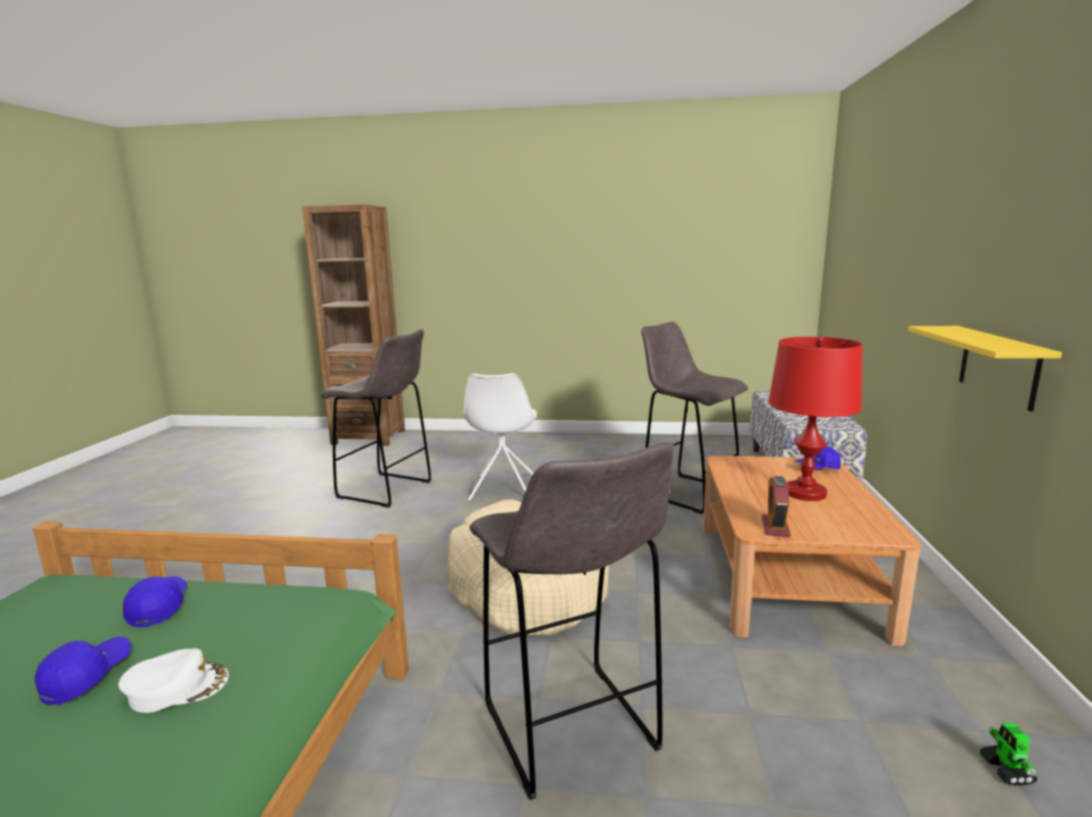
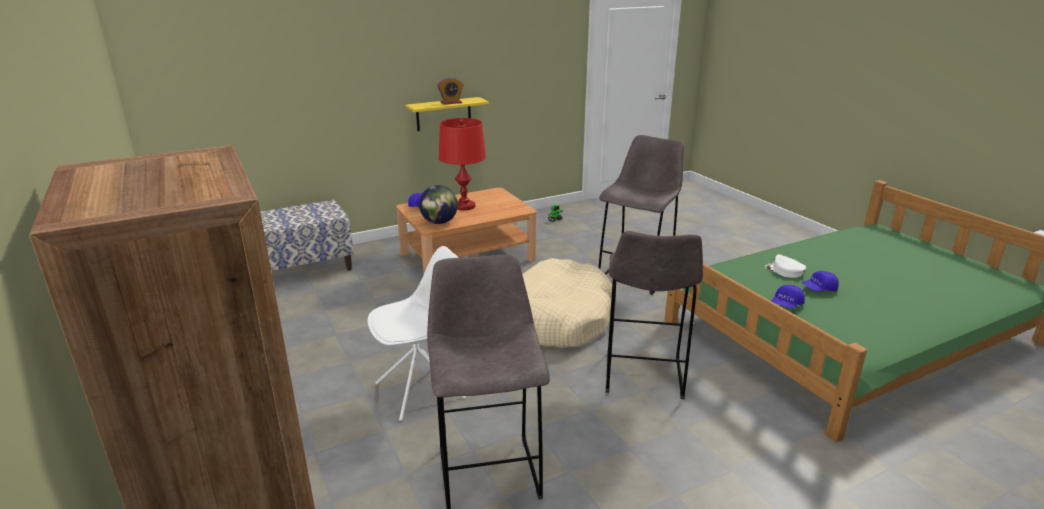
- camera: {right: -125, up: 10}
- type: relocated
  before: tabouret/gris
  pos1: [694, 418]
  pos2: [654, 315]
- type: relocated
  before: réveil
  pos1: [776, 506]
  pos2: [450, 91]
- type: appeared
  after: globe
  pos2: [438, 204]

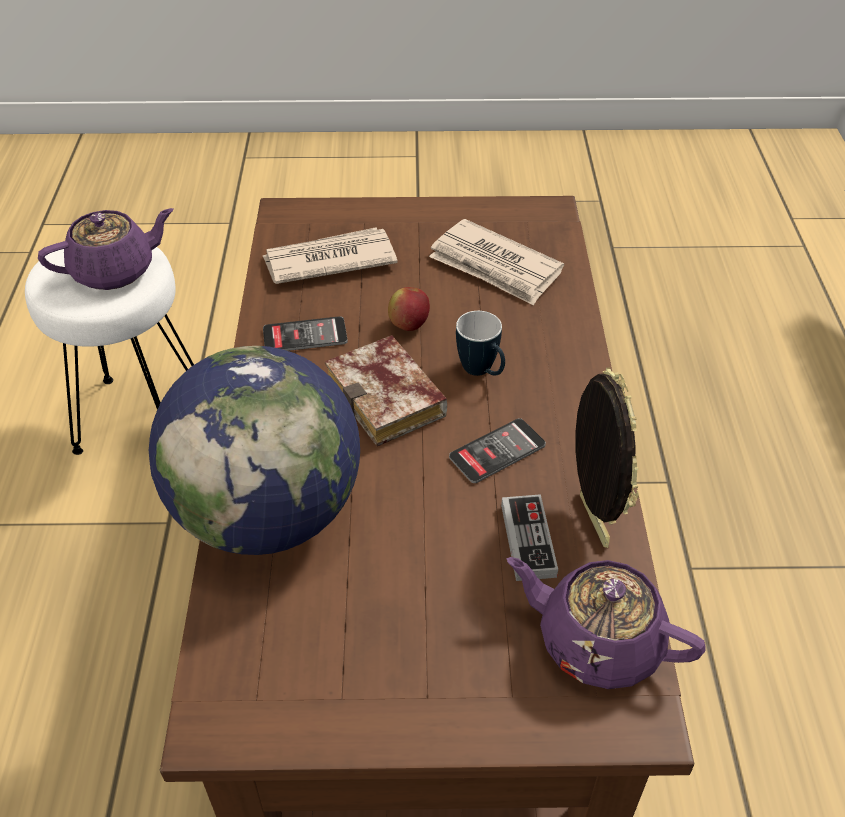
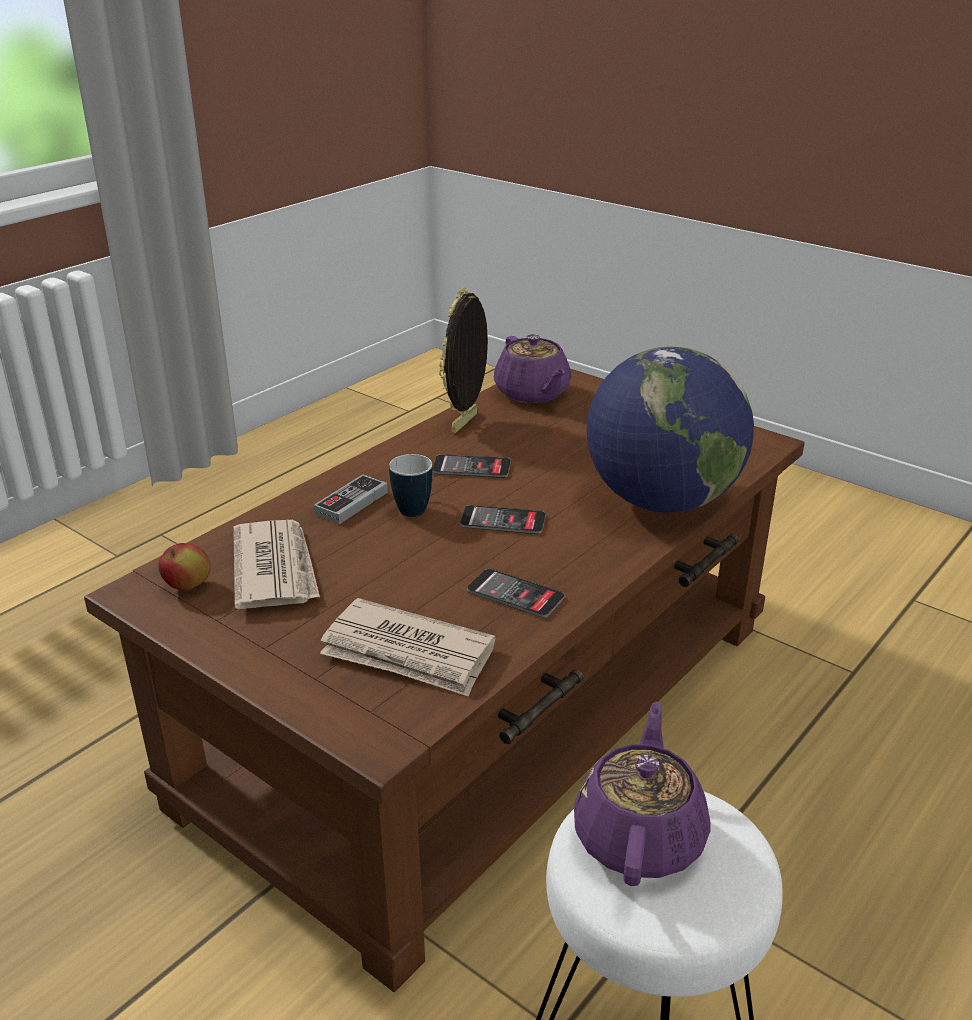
- camera: {right: -140, up: -15}
- type: spun
  before: théière/violet
  pos1: [106, 249]
  pos2: [642, 794]
  turn: 90
- type: relocated
  before: pomme
  pos1: [409, 309]
  pos2: [184, 567]
- type: exchanged
  before: livre
  after: téléphone
  pos1: [386, 390]
  pos2: [503, 519]
- type: relocated
  before: manette
  pos1: [529, 537]
  pos2: [351, 499]

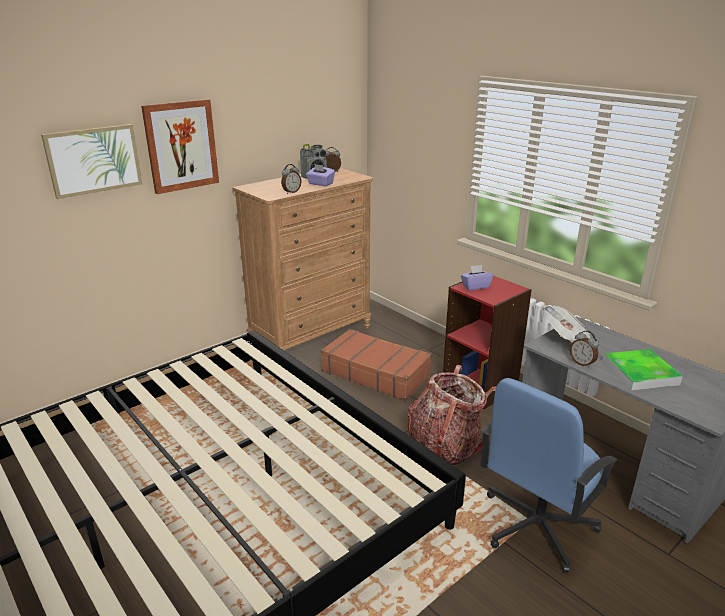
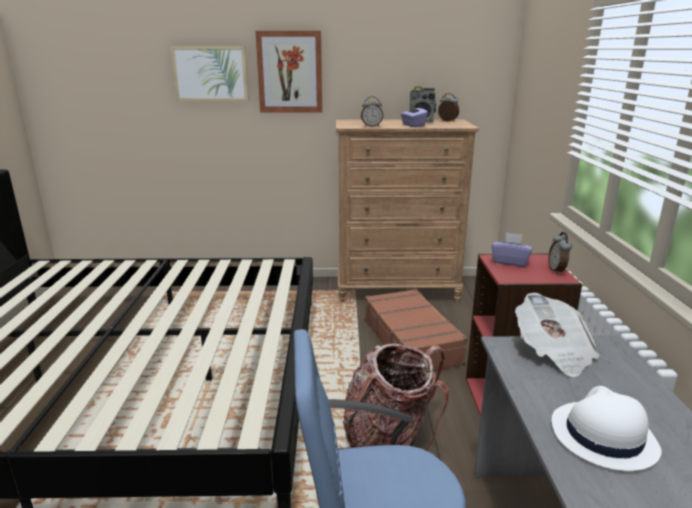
- camera: {right: 40, up: -5}
- type: relocated
  before: réveil
  pos1: [584, 349]
  pos2: [560, 253]
- type: exchanged
  before: plateau
  after: chapeau/blanc
  pos1: [643, 369]
  pos2: [607, 428]

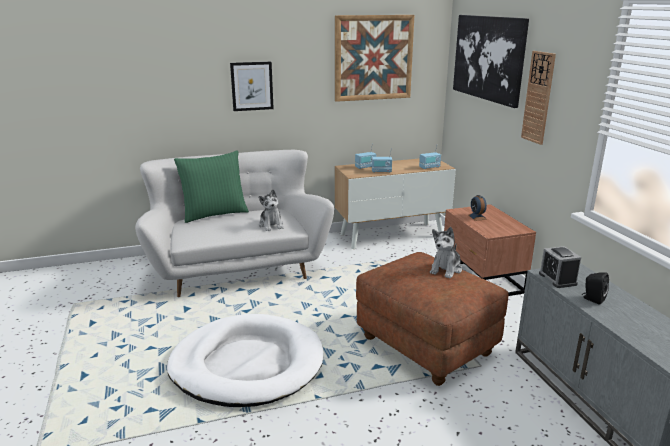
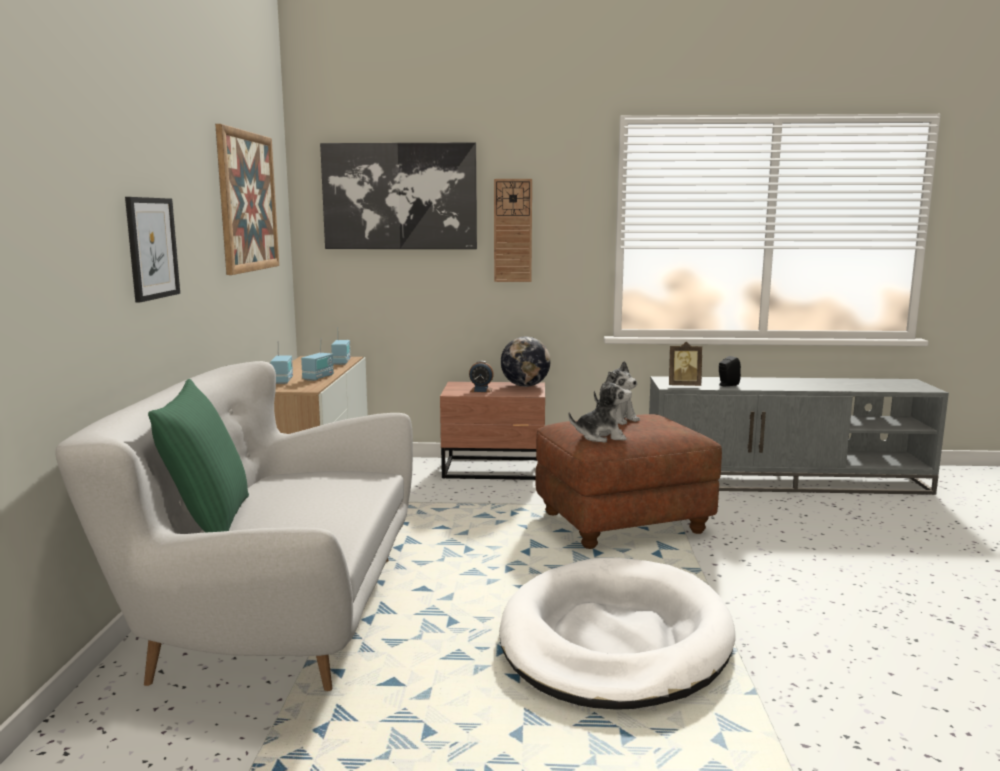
- camera: {right: -70, up: -10}
- type: relocated
  before: peluche
  pos1: [270, 210]
  pos2: [600, 407]
- type: exchanged
  before: réveil
  after: cadre photo
  pos1: [560, 267]
  pos2: [685, 364]
- type: appeared
  after: globe
  pos2: [525, 362]

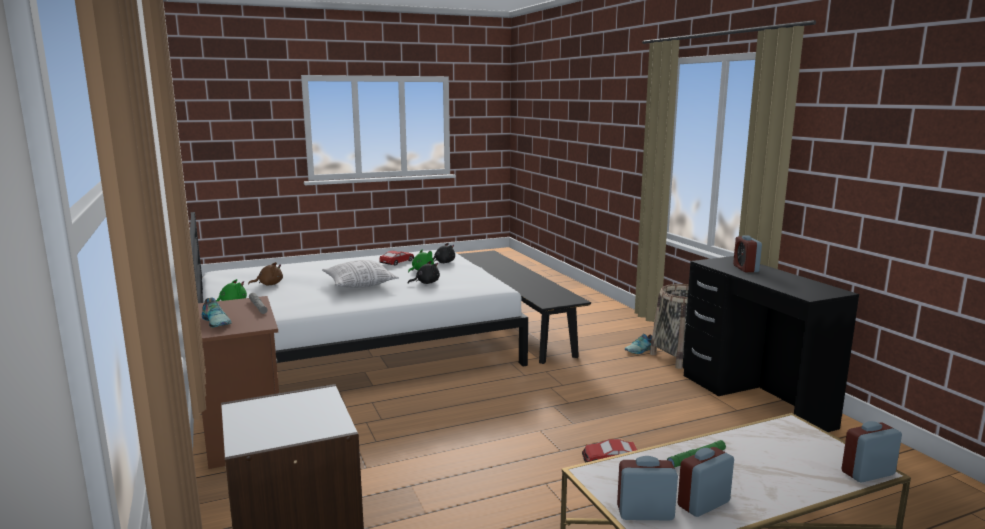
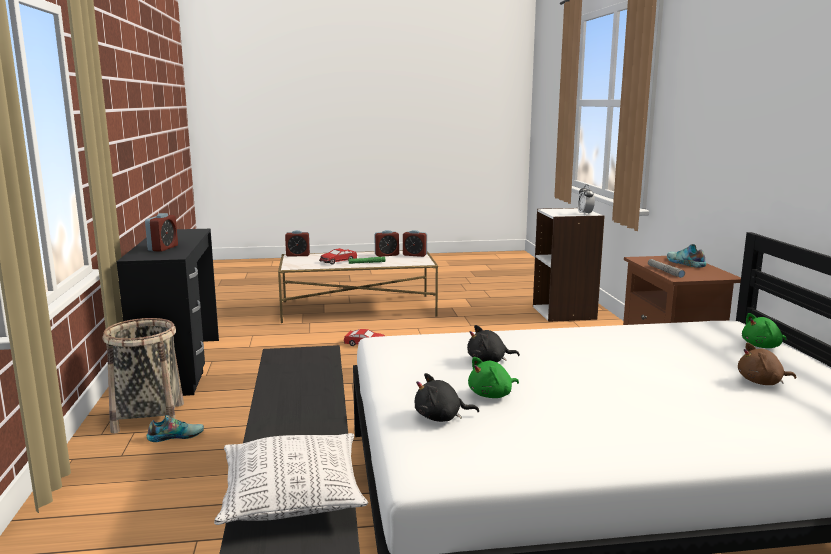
- camera: {right: -165, up: 0}
- type: relocated
  before: petite voiture
  pos1: [397, 258]
  pos2: [338, 256]
- type: relocated
  before: coussin
  pos1: [360, 274]
  pos2: [291, 479]
- type: appeared
  after: réveil
  pos2: [586, 200]

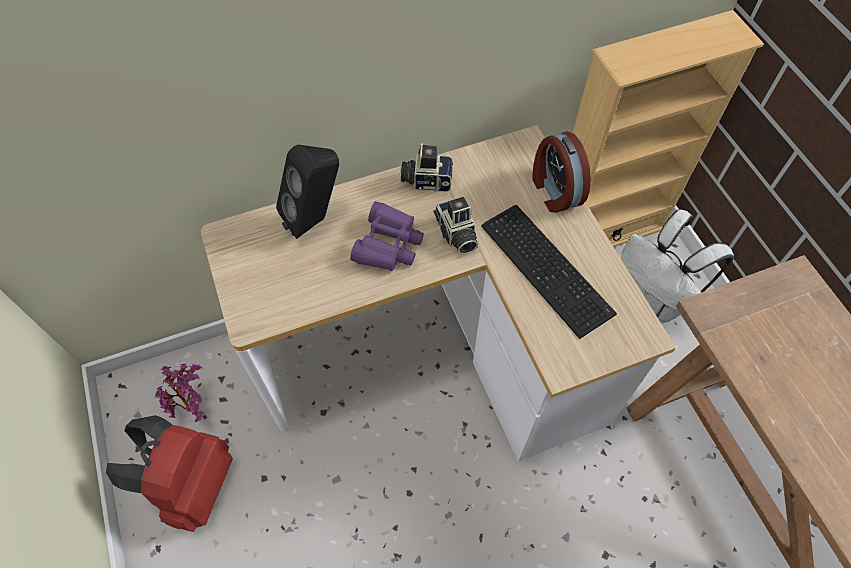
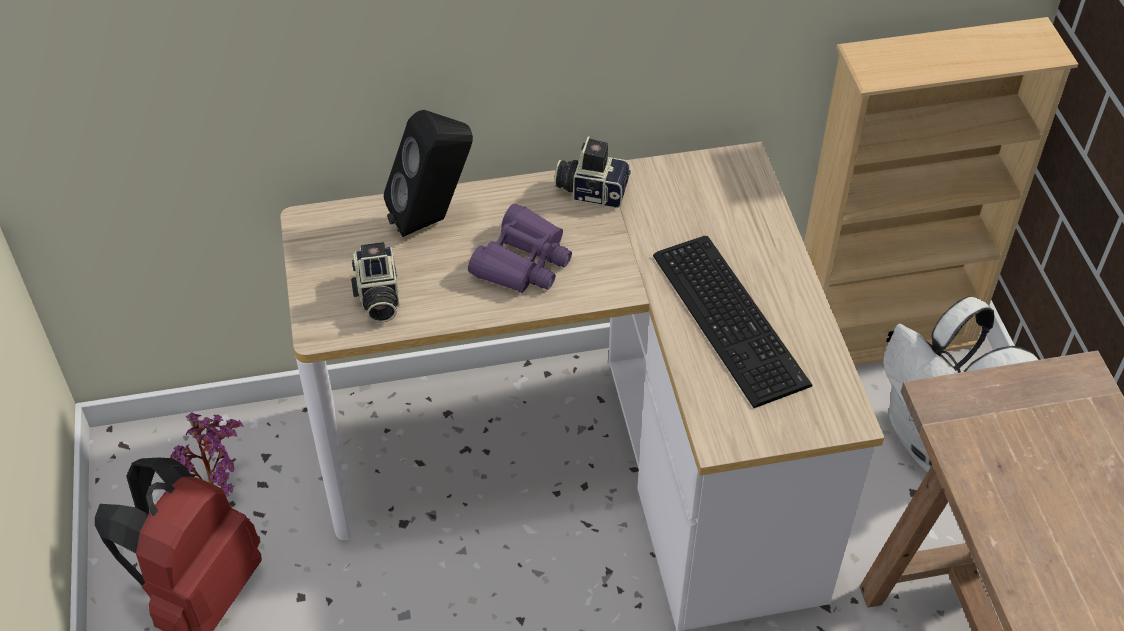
- camera: {right: 10, up: -10}
- type: missing
  before: réveil
  pos1: [561, 172]
- type: relocated
  before: appareil photo
  pos1: [456, 225]
  pos2: [375, 282]

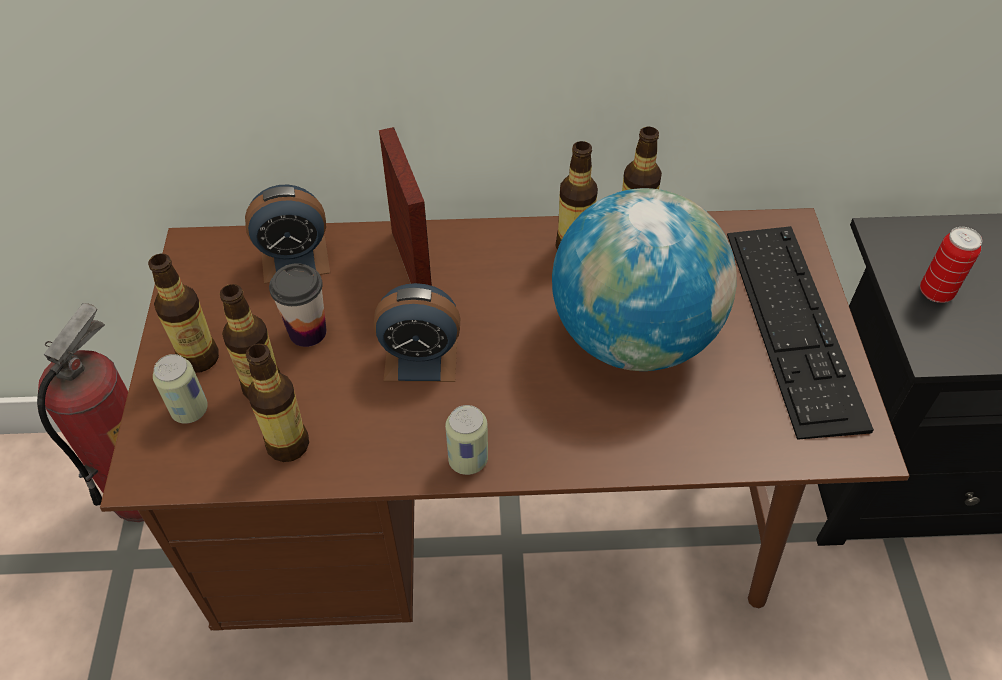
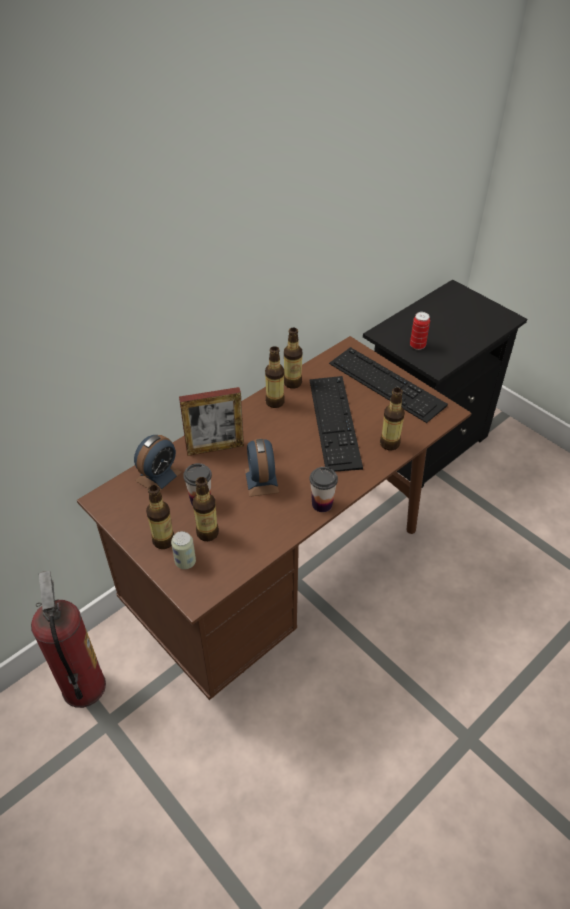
- camera: {right: -40, up: -5}
- type: spun
  before: cadre photo
  pos1: [405, 206]
  pos2: [211, 421]
  turn: 135
- type: exchanged
  before: globe
  after: clavier
  pos1: [644, 279]
  pos2: [336, 424]
- type: spun
  before: réveil
  pos1: [417, 332]
  pos2: [262, 467]
  turn: 120
- type: relocated
  before: bouteille
  pos1: [277, 403]
  pos2: [392, 419]
- type: exchanged
  before: boîte métallique
  after: tasse
  pos1: [466, 440]
  pos2: [324, 489]

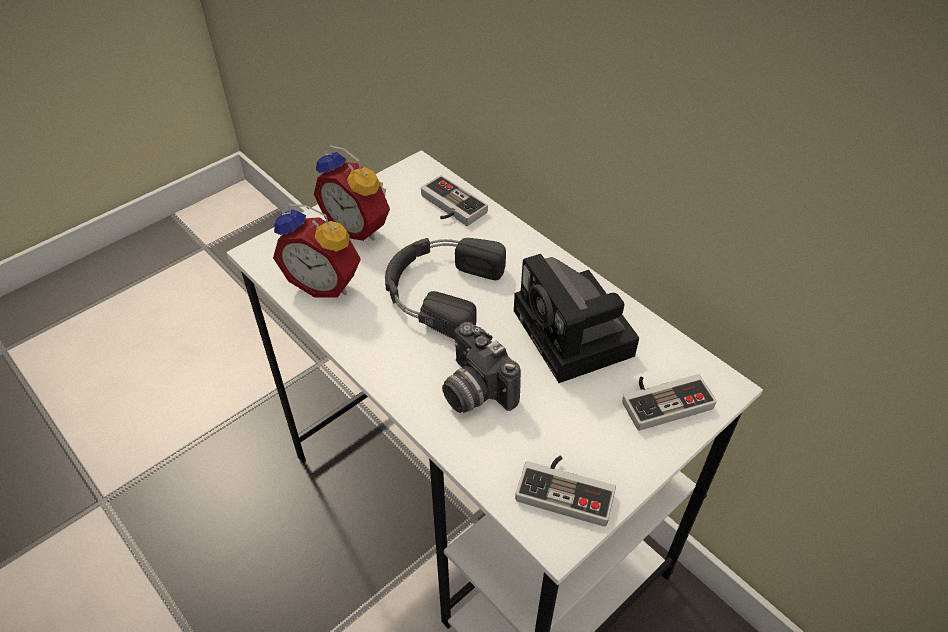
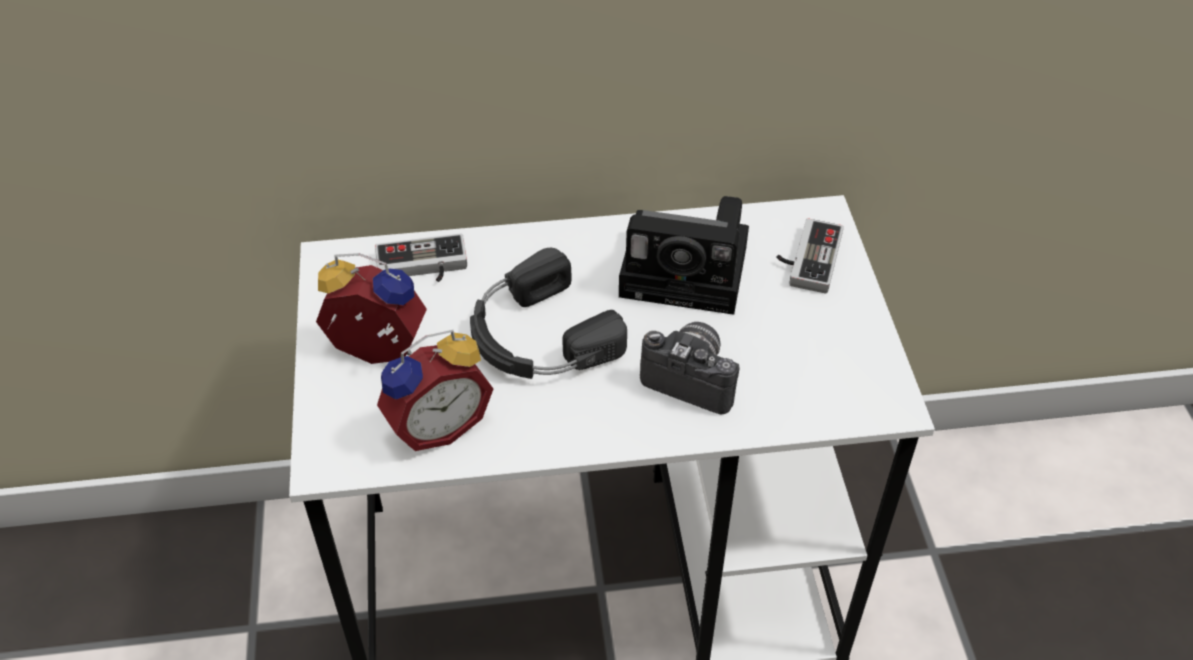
- camera: {right: -55, up: 0}
- type: spun
  before: réveil
  pos1: [352, 193]
  pos2: [371, 308]
  turn: -150
- type: spun
  before: appareil photo
  pos1: [481, 367]
  pos2: [690, 368]
  turn: -150
- type: missing
  before: manette
  pos1: [565, 491]

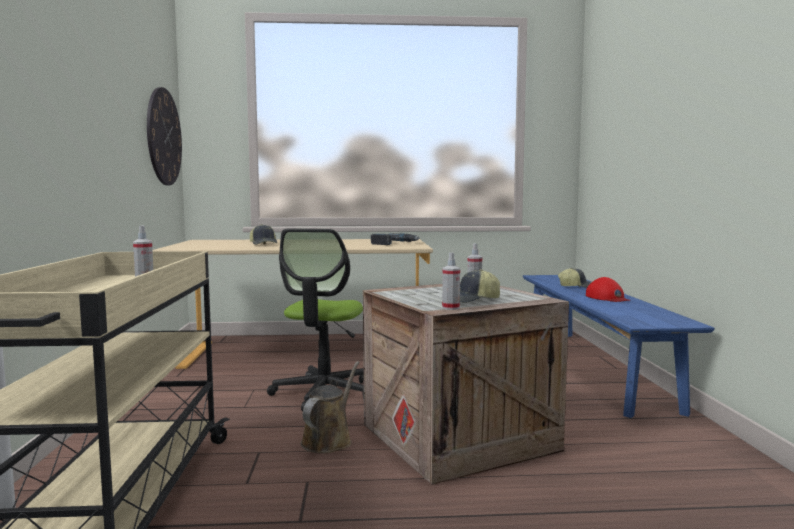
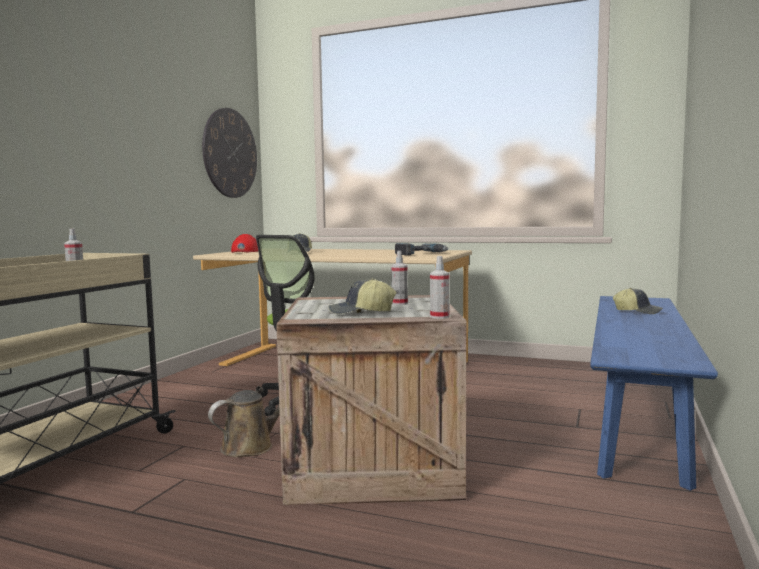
- camera: {right: 25, up: 0}
- type: relocated
  before: vaporisateur
  pos1: [451, 281]
  pos2: [439, 287]
- type: relocated
  before: casquette/rouge
  pos1: [608, 289]
  pos2: [244, 243]

